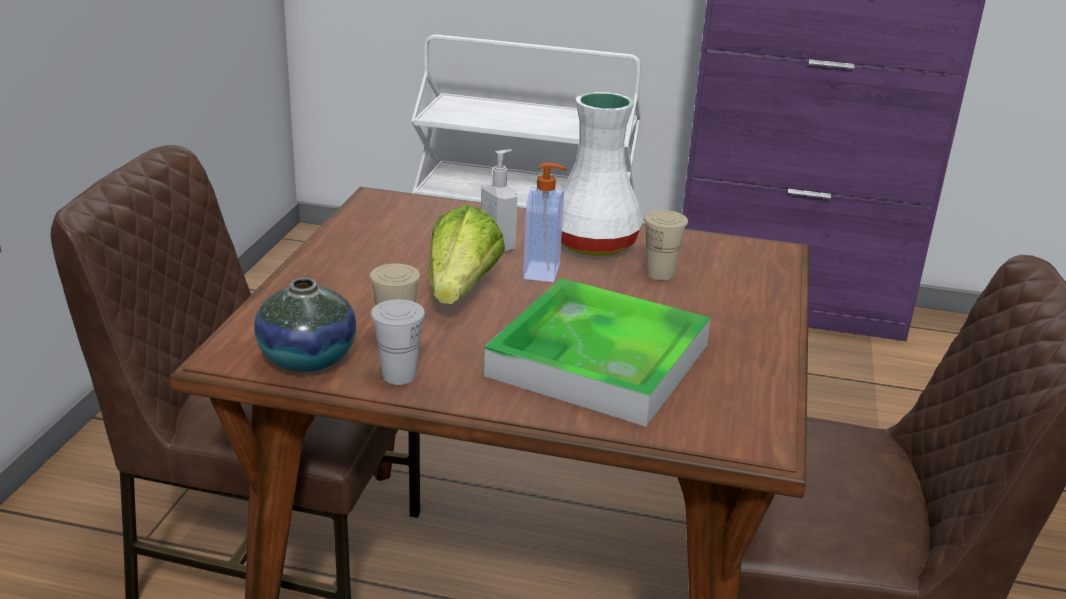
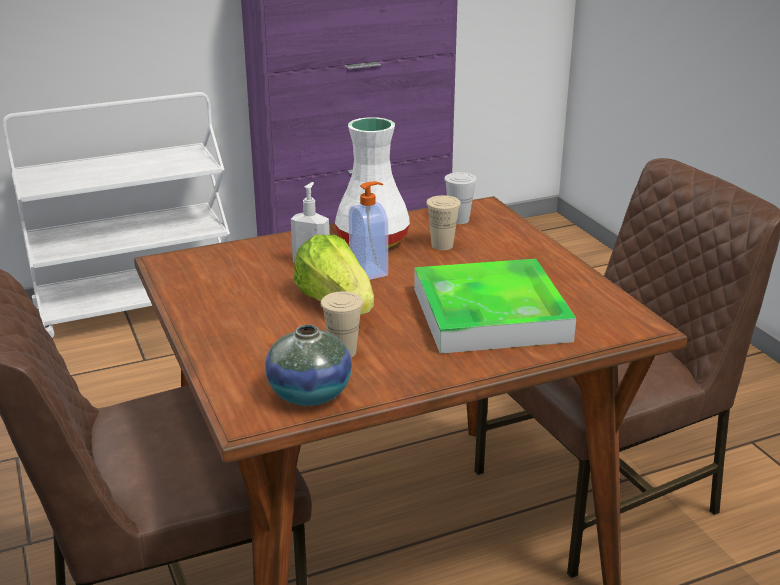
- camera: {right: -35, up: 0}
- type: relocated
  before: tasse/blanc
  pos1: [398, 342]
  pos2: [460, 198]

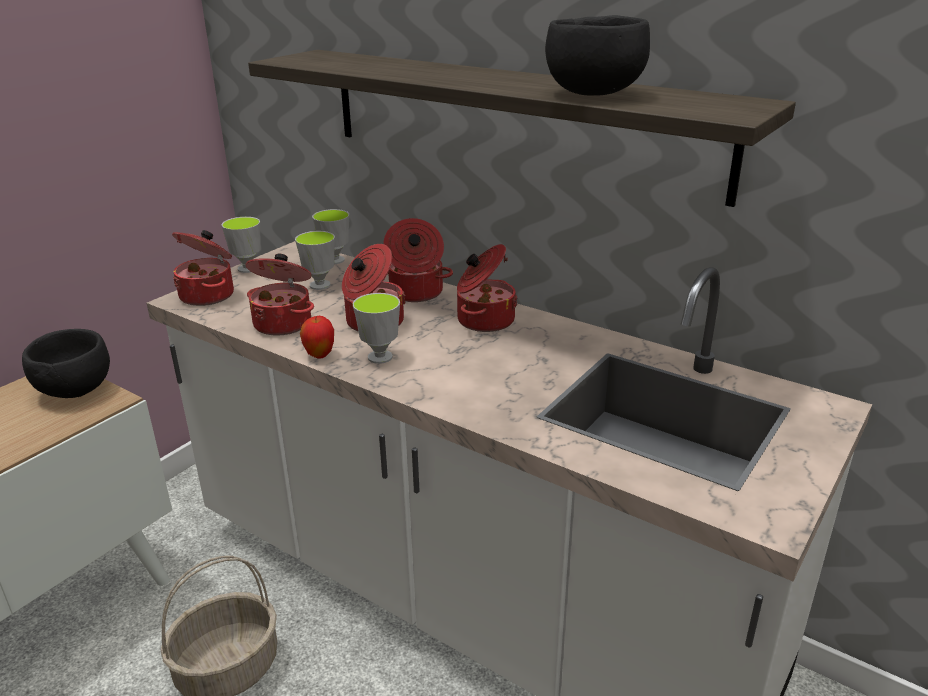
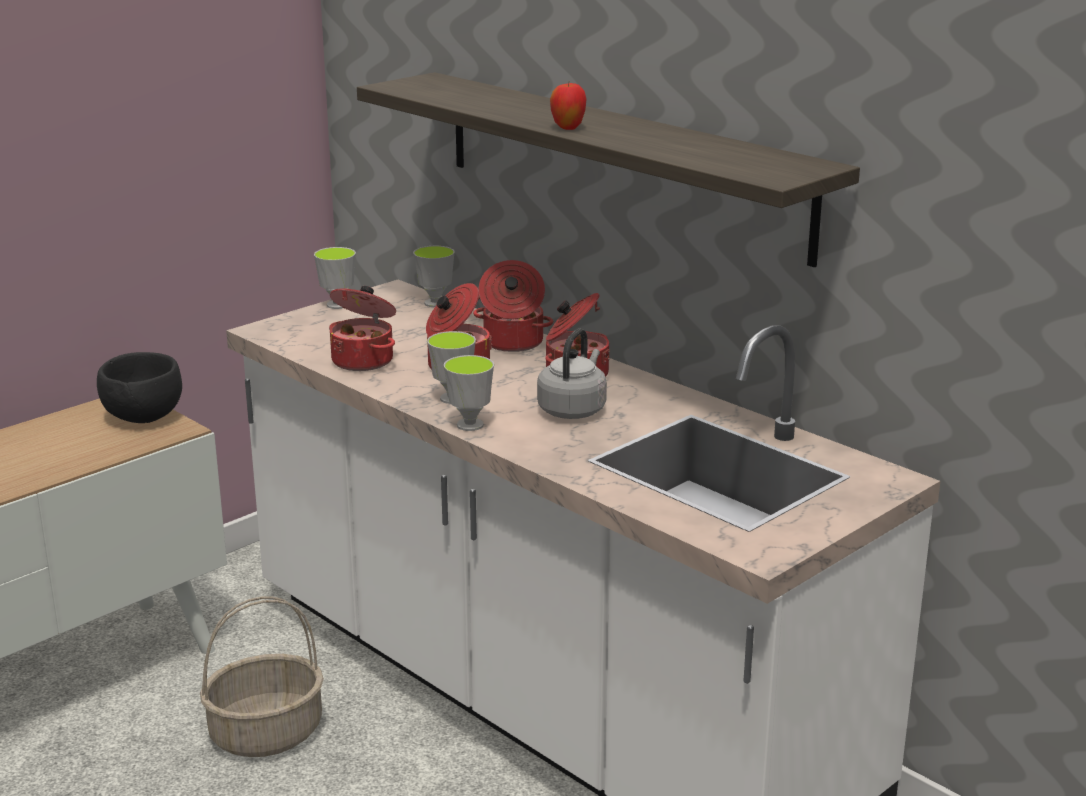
- camera: {right: 10, up: -5}
- type: missing
  before: bol/noir
  pos1: [597, 55]
- type: missing
  before: marmite
  pos1: [203, 268]
- type: relocated
  before: tasse
  pos1: [315, 260]
  pos2: [469, 393]
- type: relocated
  before: pomme
  pos1: [317, 337]
  pos2: [568, 106]
- type: appeared
  after: bouilloire/gris
  pos2: [572, 373]

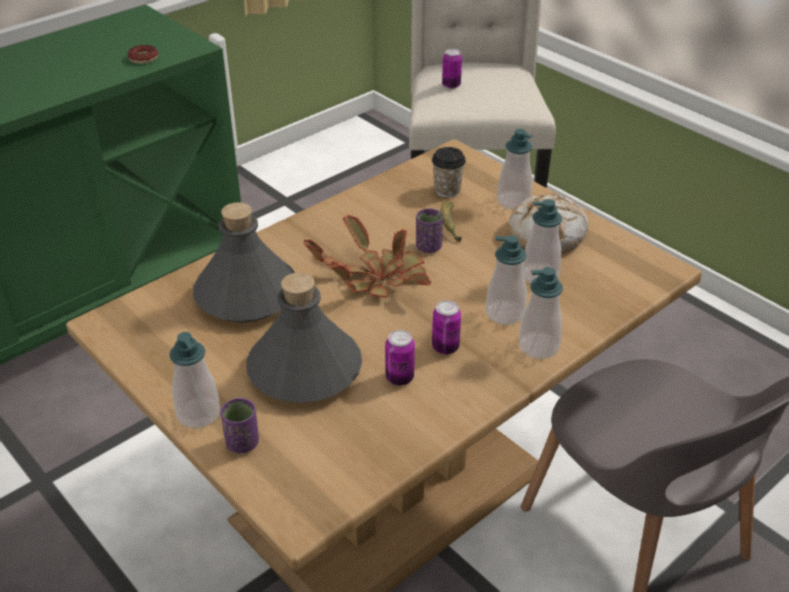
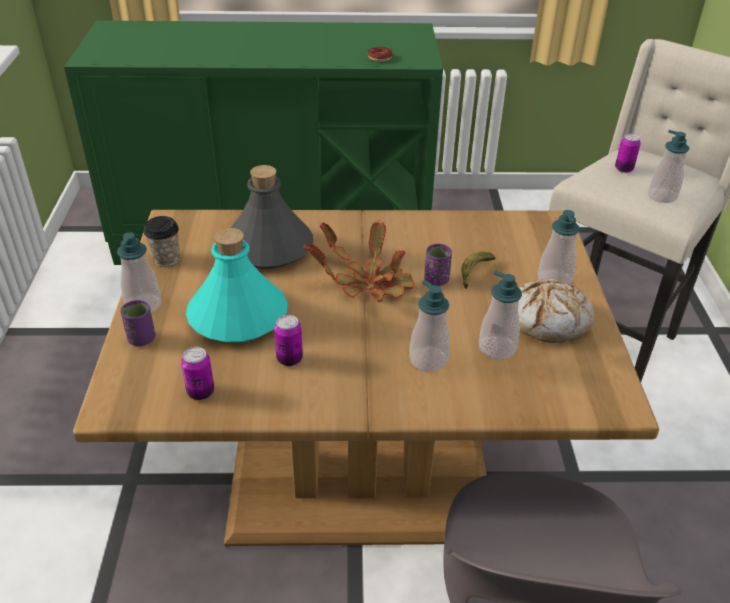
- camera: {right: 40, up: 0}
- type: relocated
  before: tasse
  pos1: [449, 172]
  pos2: [162, 241]
- type: relocated
  before: distributeur de savon
  pos1: [541, 313]
  pos2: [668, 166]
- type: colour
  before: bouteille/gris
  after: bouteille/turquoise
  pos1: [304, 337]
  pos2: [236, 285]
- type: relocated
  before: boîte métallique
  pos1: [446, 327]
  pos2: [197, 373]

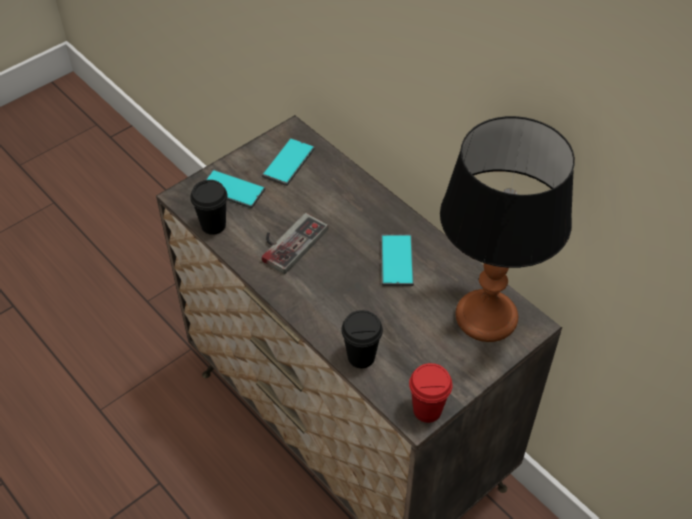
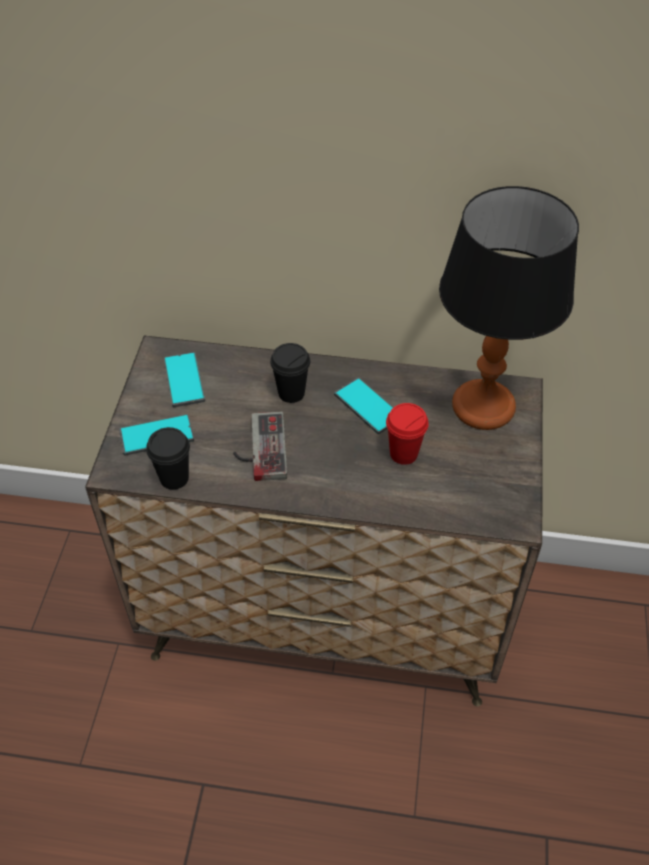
- camera: {right: -40, up: 0}
- type: relocated
  before: tasse/noir
  pos1: [362, 339]
  pos2: [290, 373]
- type: relocated
  before: tasse/rouge
  pos1: [431, 393]
  pos2: [407, 434]

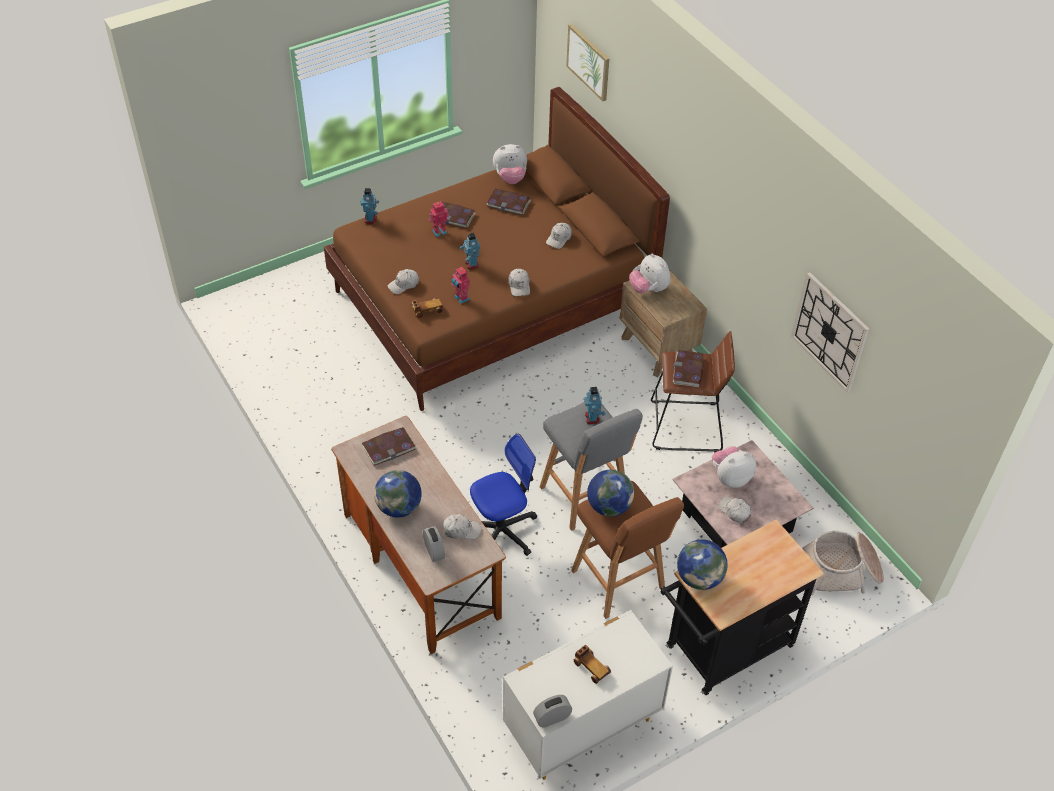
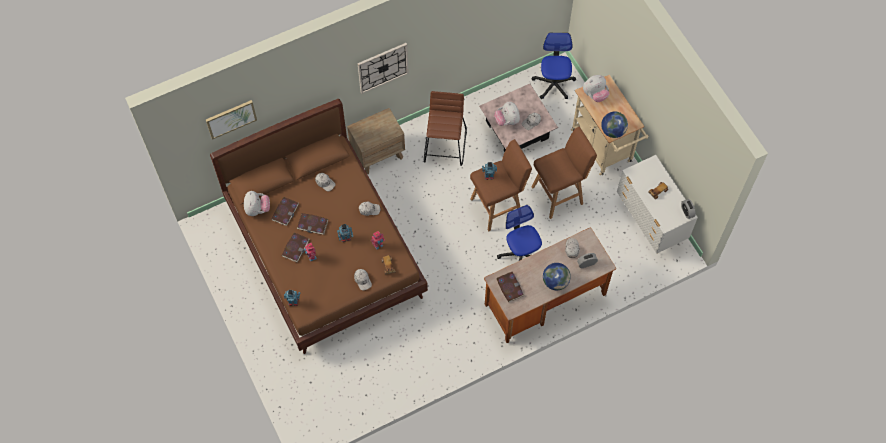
- camera: {right: -85, up: 15}
- type: relocated
  before: peluche
  pos1: [650, 274]
  pos2: [596, 88]
- type: relocated
  before: horloge murale
  pos1: [830, 332]
  pos2: [383, 68]
- type: relocated
  before: livre
  pos1: [688, 369]
  pos2: [312, 224]
- type: colour
  before: tabouret/gris
  after: tabouret/marron
  pos1: [591, 466]
  pos2: [501, 185]
- type: missing
  before: globe
  pos1: [610, 493]
- type: colour
  before: chariot/noir
  after: chariot/beige
  pos1: [742, 607]
  pos2: [610, 125]
- type: exchanged
  before: panier
  after: chaise de bureau
  pos1: [843, 563]
  pos2: [554, 66]

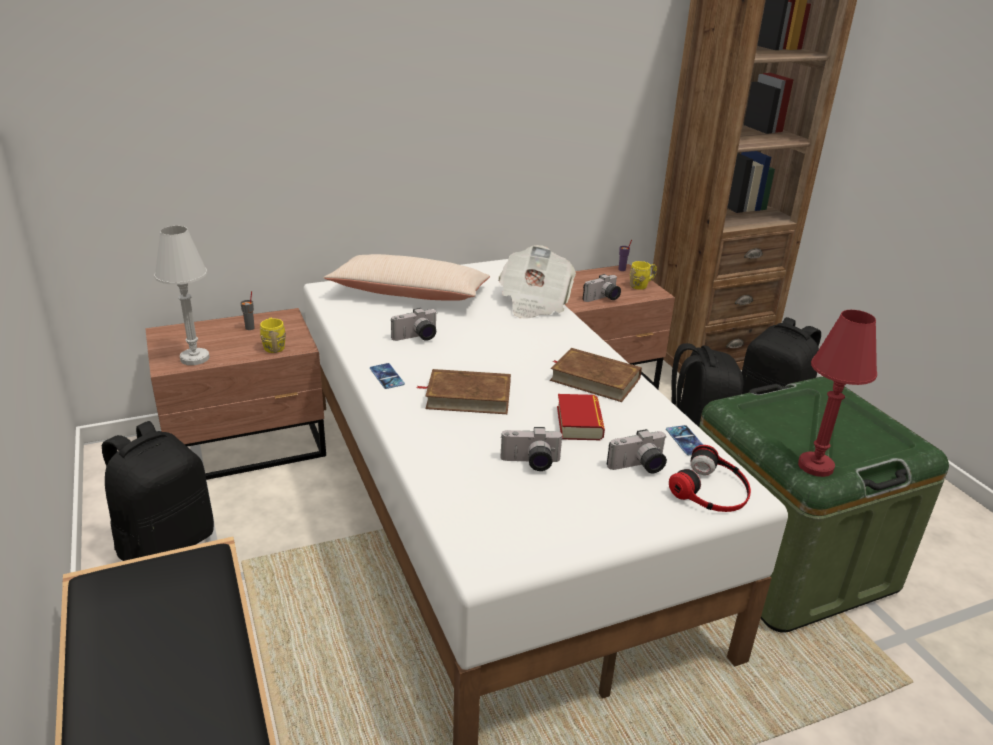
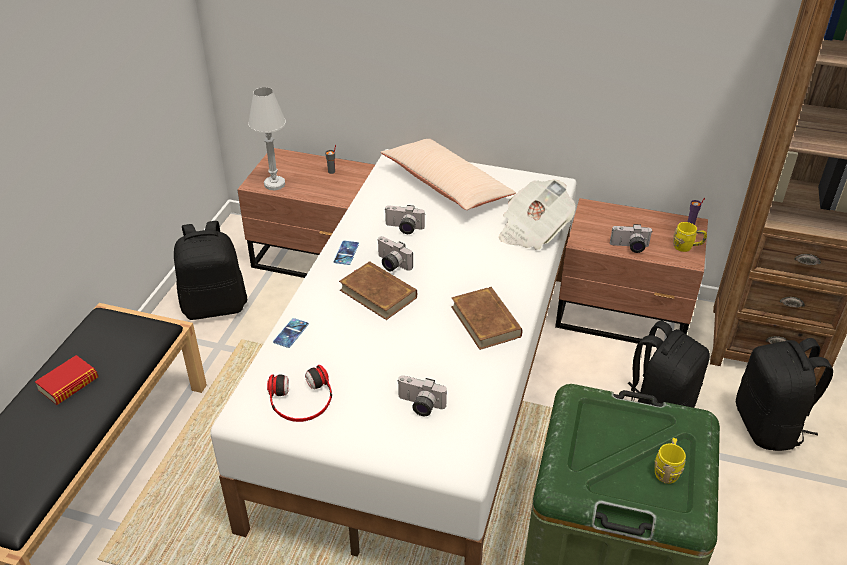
- camera: {right: 40, up: 10}
- type: missing
  before: lampe de table/rouge
  pos1: [837, 393]
- type: relocated
  before: mug/jaune
  pos1: [273, 335]
  pos2: [670, 461]
- type: relocated
  before: livre
  pos1: [581, 417]
  pos2: [66, 380]
- type: relocated
  before: téléphone
  pos1: [684, 440]
  pos2: [291, 333]
- type: relocated
  before: appareil photo
  pos1: [532, 449]
  pos2: [395, 254]
- type: relocated
  before: casque audio
  pos1: [710, 478]
  pos2: [299, 393]

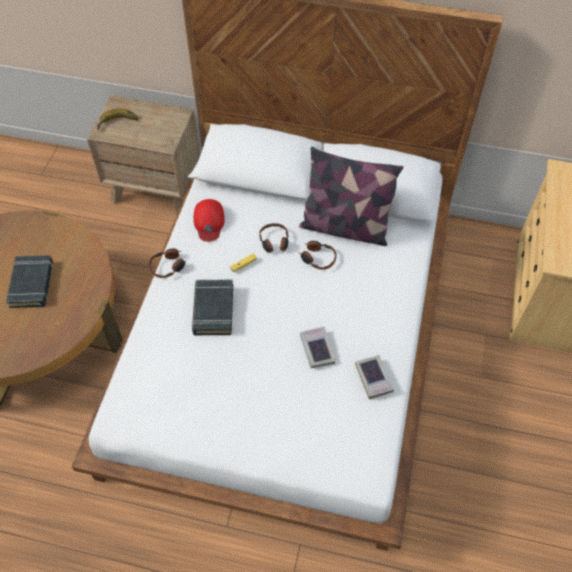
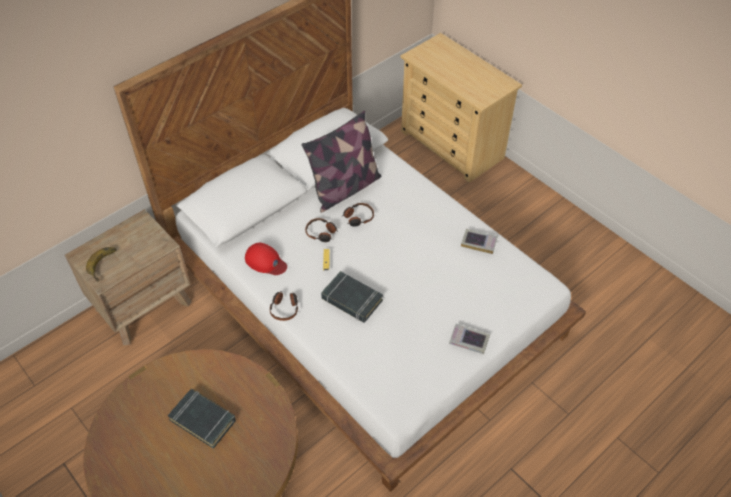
- camera: {right: -55, up: -5}
- type: relocated
  before: livre
  pos1: [317, 347]
  pos2: [469, 339]

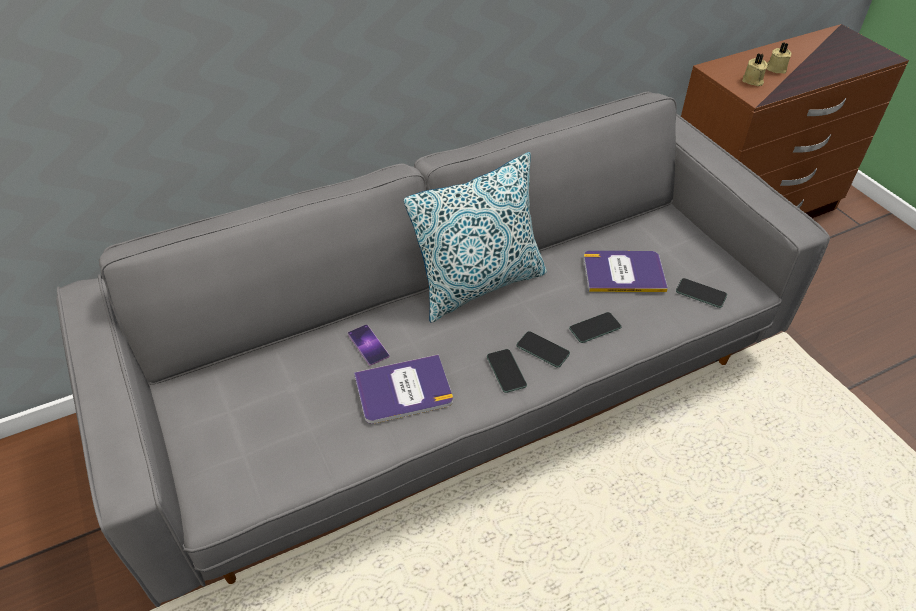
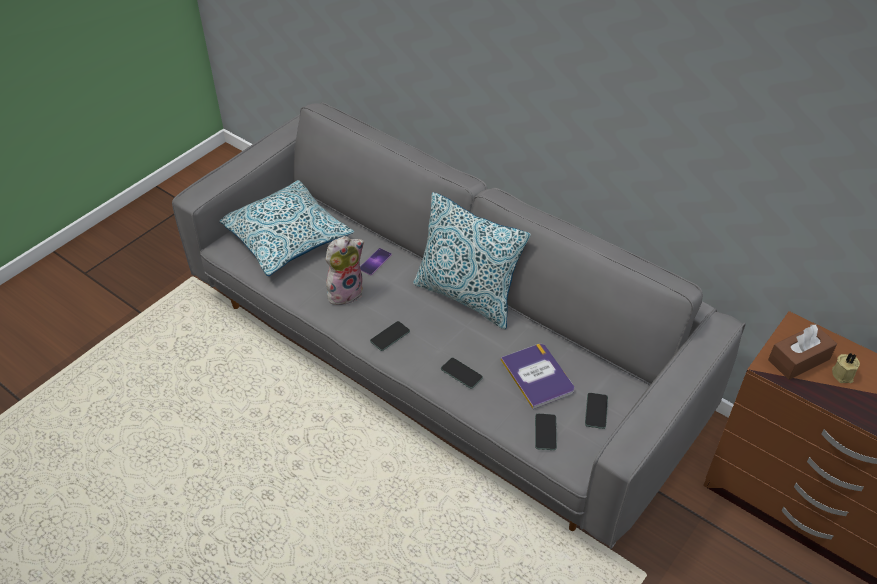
- camera: {right: 65, up: 0}
- type: exchanged
  before: bougie/beige
  after: boîte à mouchoirs/marron
  pos1: [755, 69]
  pos2: [802, 352]
- type: relocated
  before: téléphone
  pos1: [543, 349]
  pos2: [596, 411]
- type: exchanged
  before: livre
  after: peluche
  pos1: [403, 389]
  pos2: [345, 270]
- type: appeared
  after: coussin
  pos2: [286, 228]

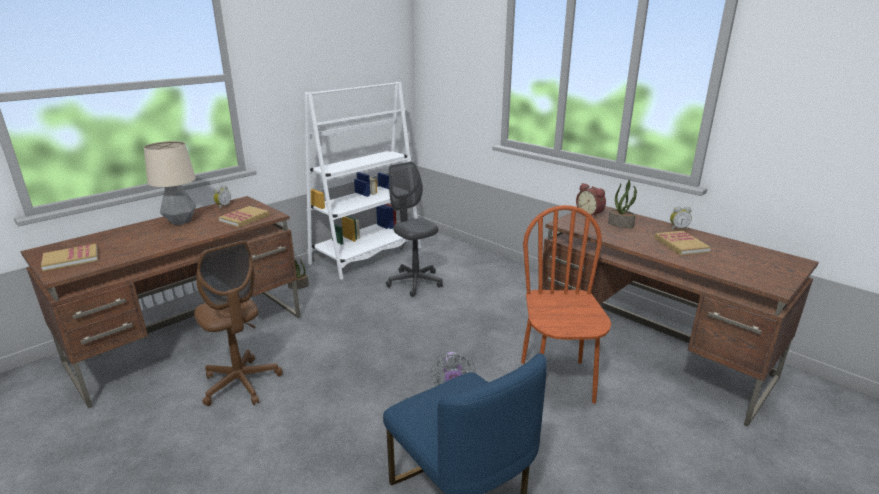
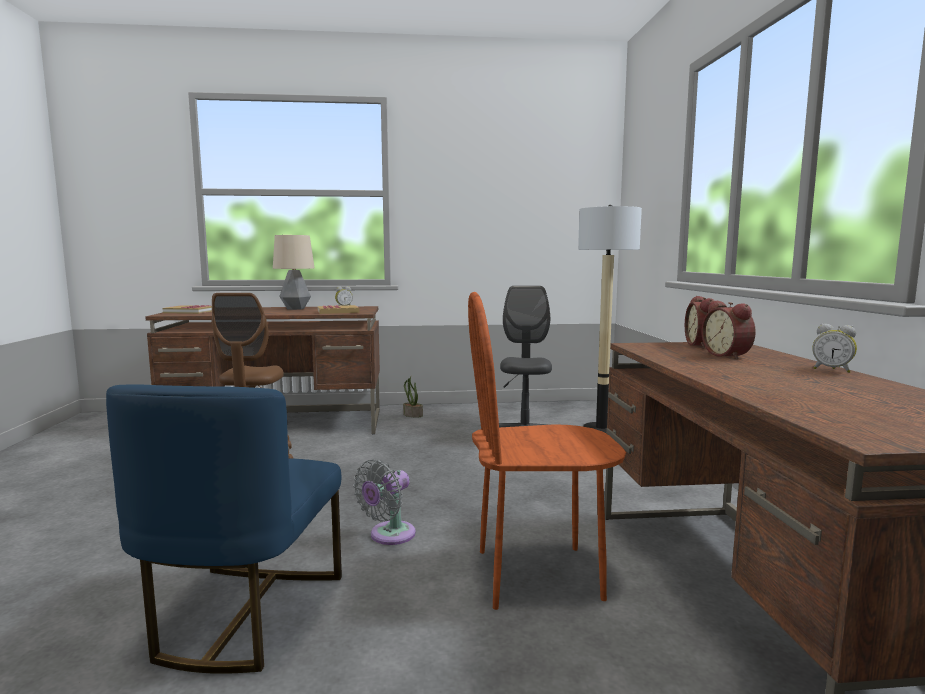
- camera: {right: 40, up: -15}
- type: missing
  before: bibliothèque/blanc
  pos1: [363, 181]
- type: exchanged
  before: plante en pot
  after: réveil
  pos1: [622, 204]
  pos2: [728, 329]
- type: spun
  before: chaise/marron
  pos1: [566, 304]
  pos2: [547, 451]
  turn: -135
- type: missing
  before: livre
  pos1: [682, 243]
- type: appeared
  after: lampadaire
  pos2: [610, 319]

